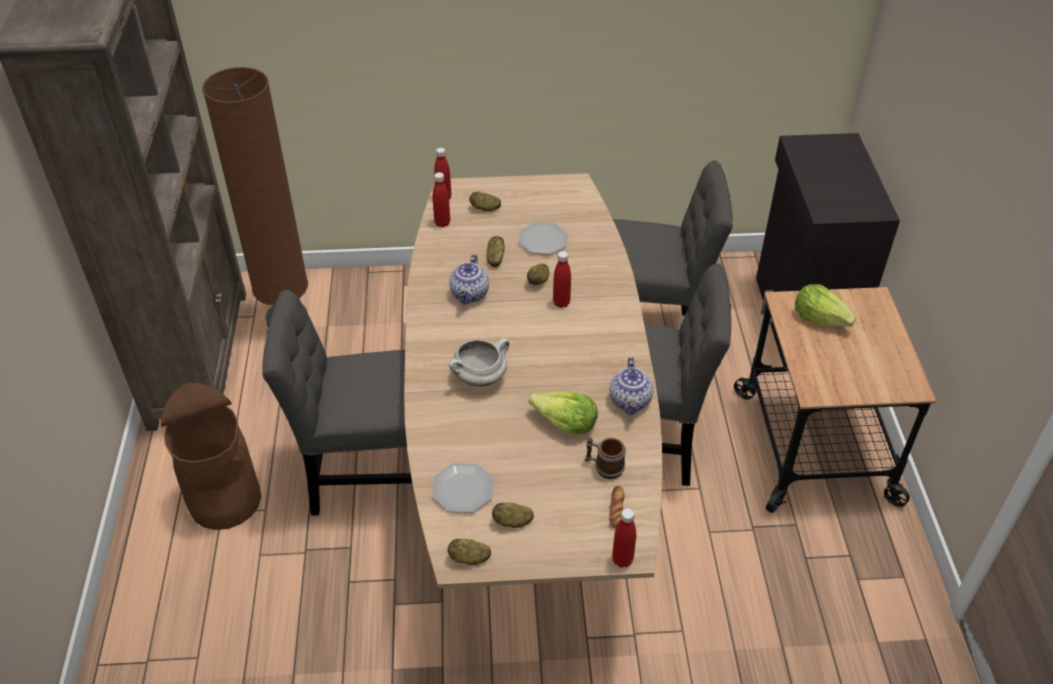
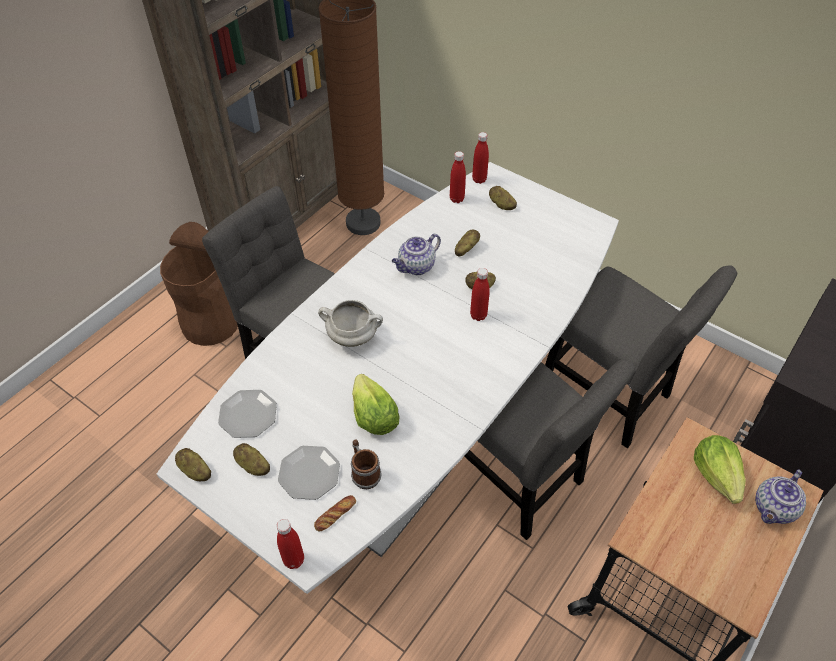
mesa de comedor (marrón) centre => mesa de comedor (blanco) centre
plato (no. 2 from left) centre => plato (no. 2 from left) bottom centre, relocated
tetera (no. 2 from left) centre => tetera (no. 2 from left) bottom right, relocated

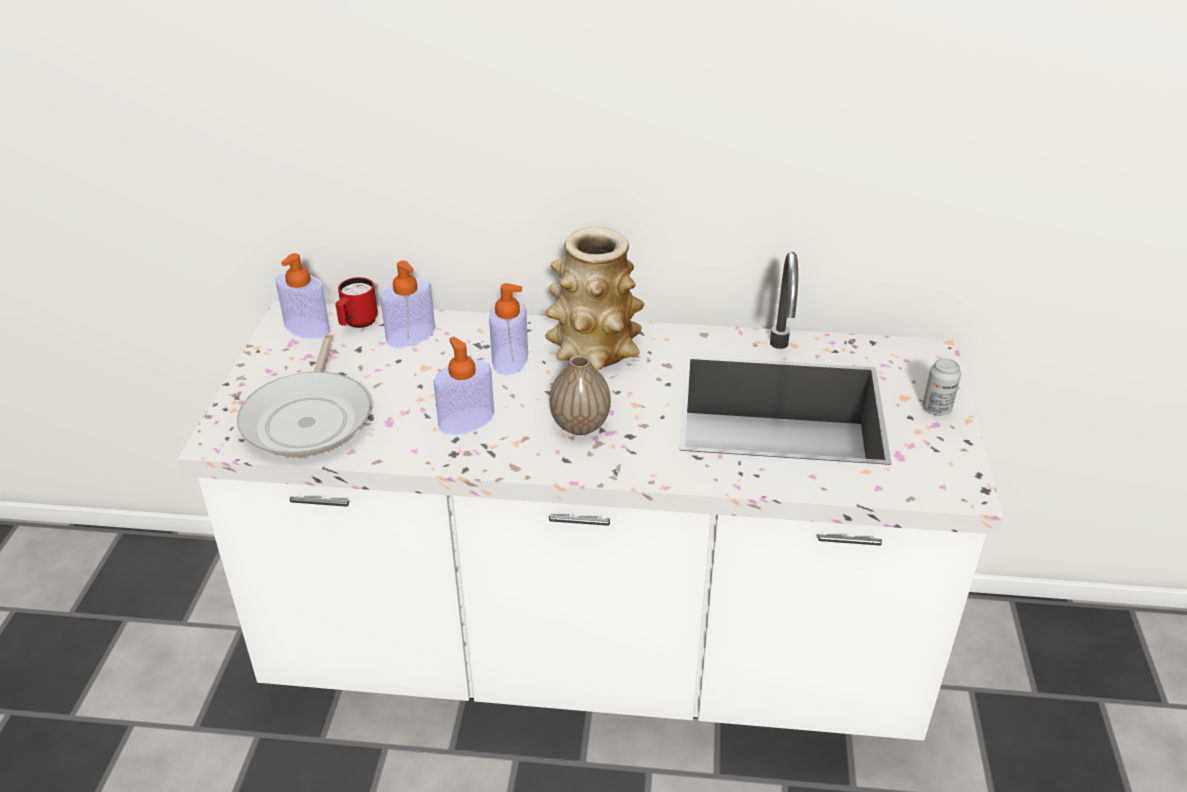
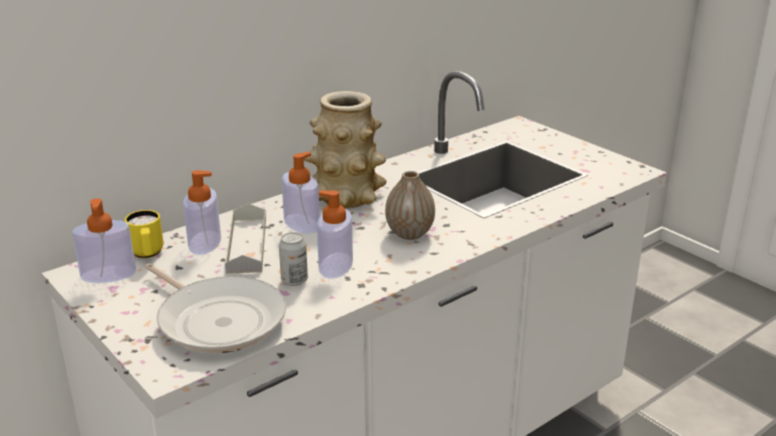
taza grande (rojo) middle left => taza grande (amarillo) middle left
lata middle right => lata centre, relocated
nothing => bandeja (gris) middle left

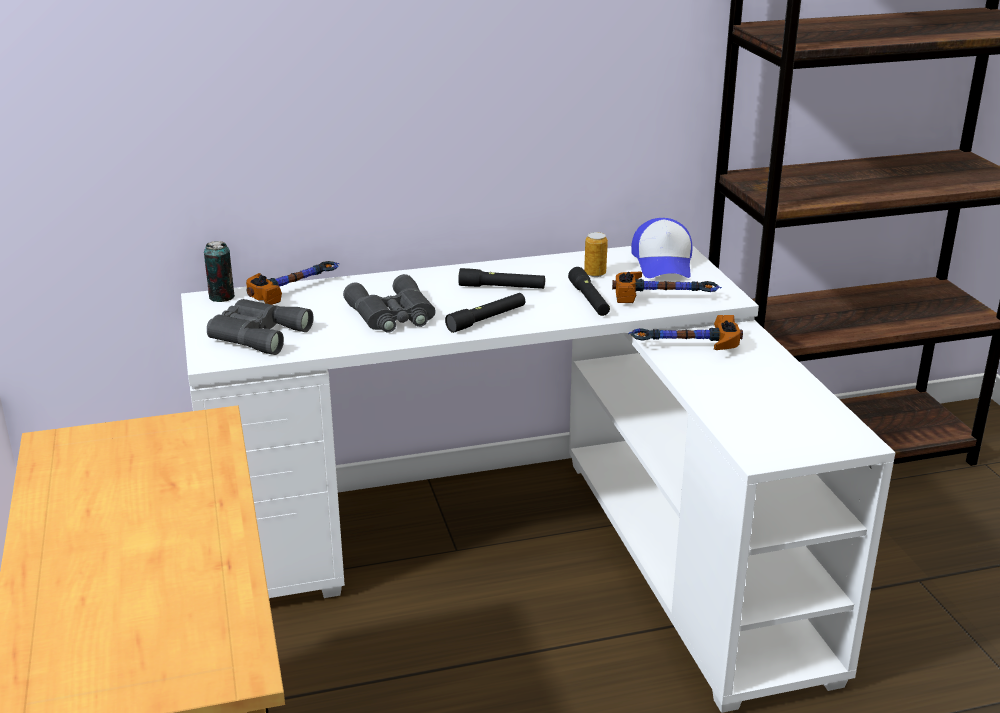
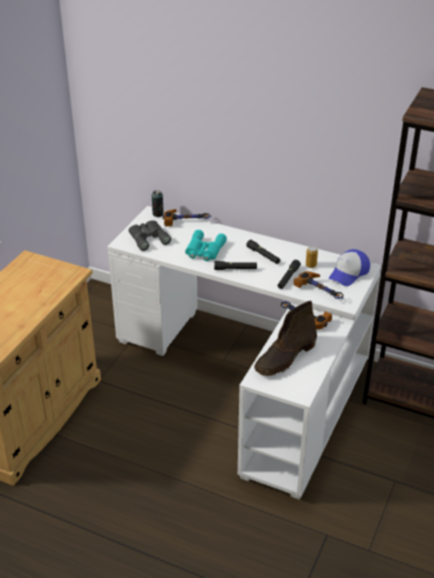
prismáticos (gris) (no. 2 from left) centre => prismáticos (turquesa) centre
nothing => bota (marrón) centre

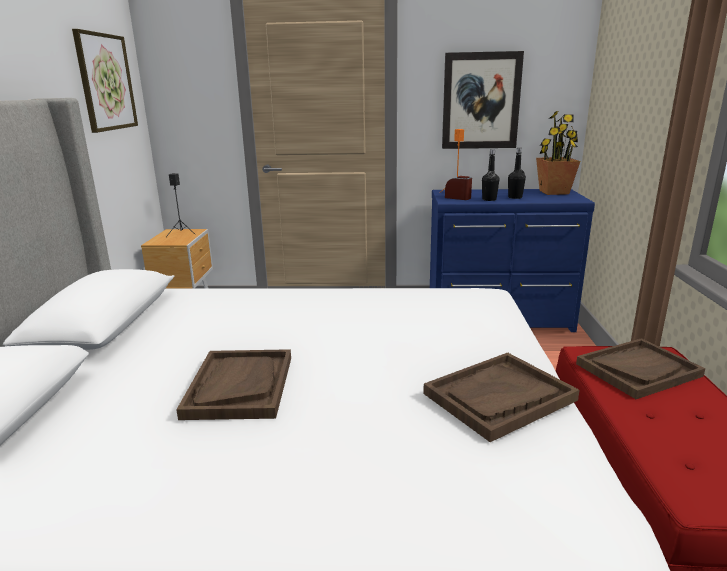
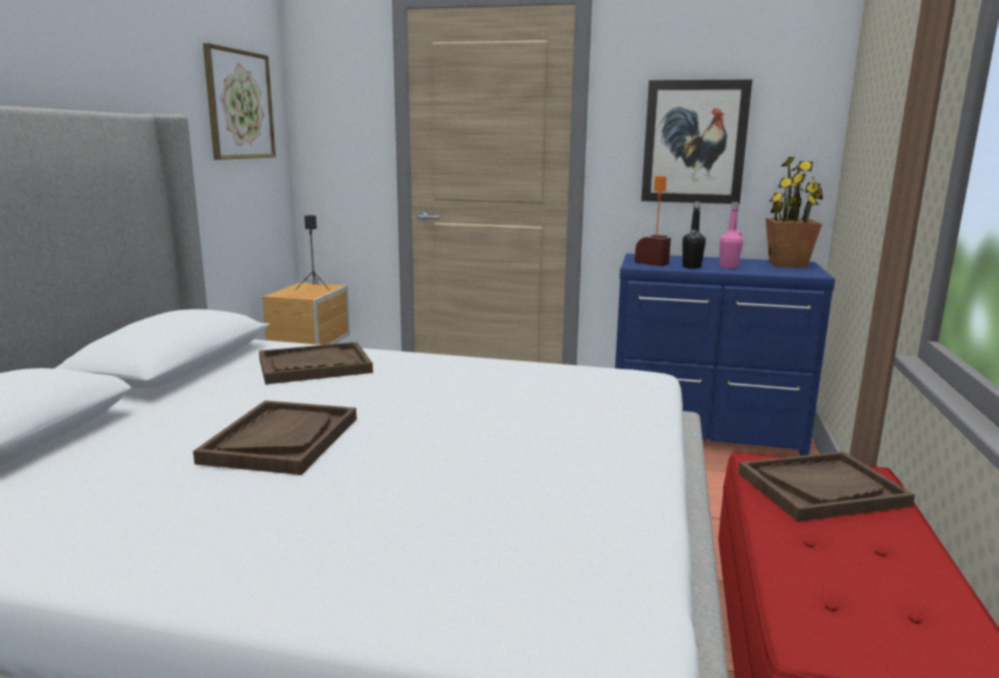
bandeja (marrón) (no. 2 from left) bottom right => bandeja (marrón) (no. 2 from left) middle left, relocated
botella (negro) (no. 2 from left) top right => botella (rosa) middle right

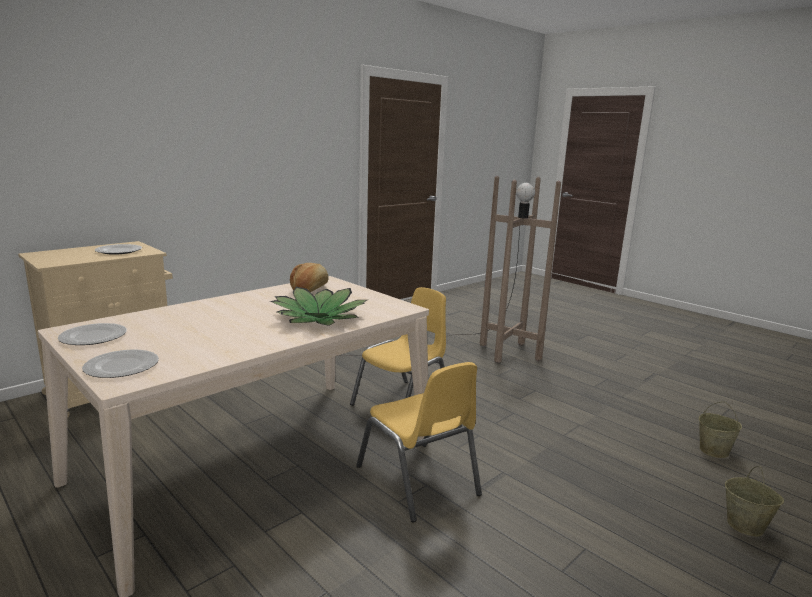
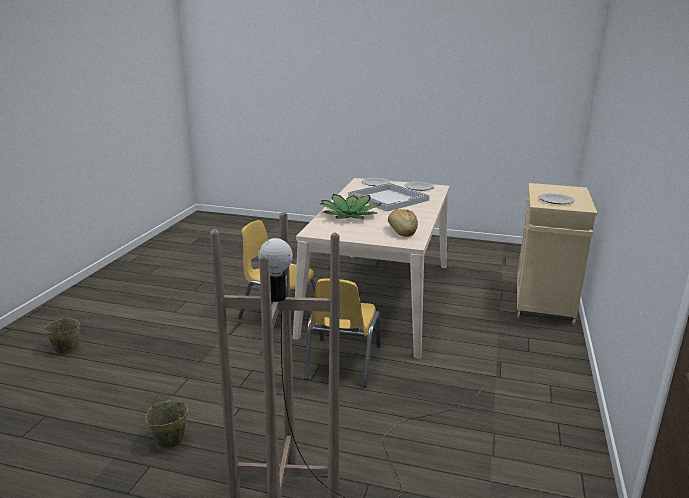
cubo (beis) (no. 1 from left in the first image) bottom right => cubo (beis) (no. 2 from left) bottom left, relocated
nothing => bandeja (blanco) centre

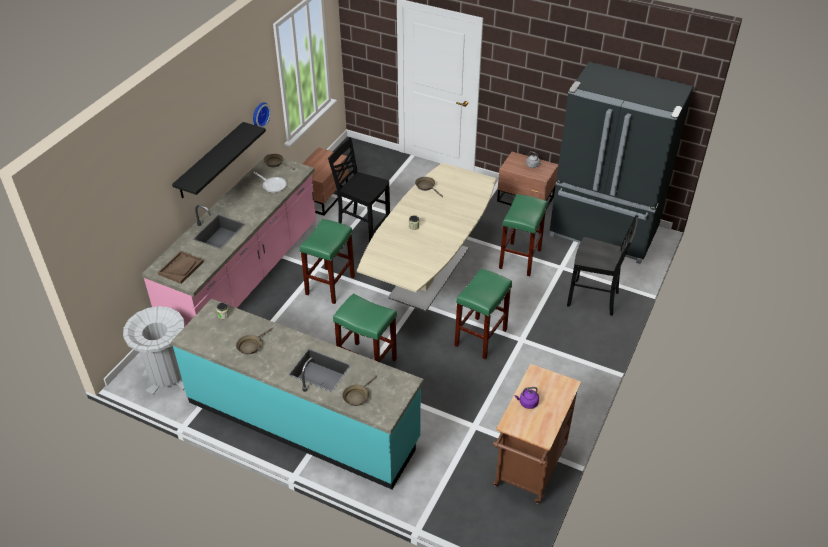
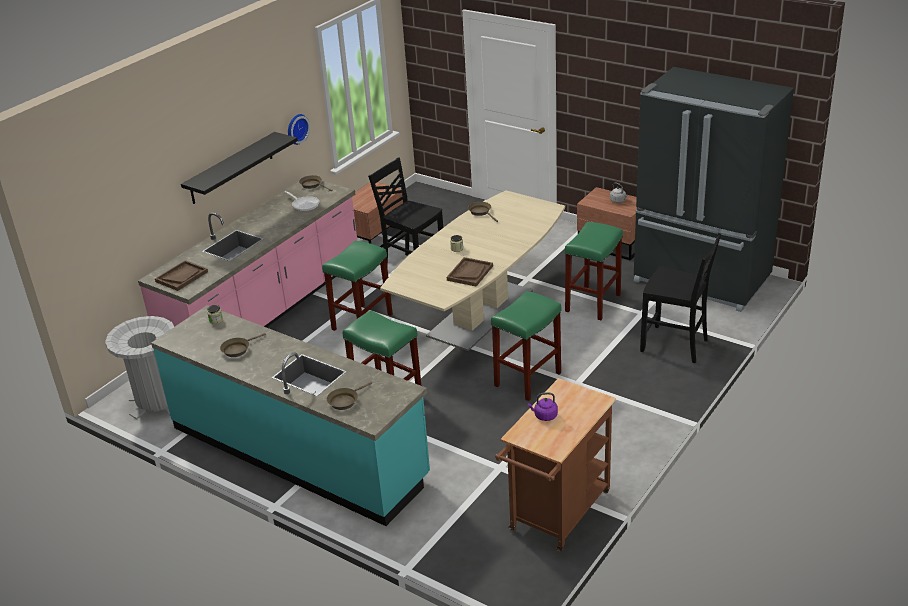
nothing => bandeja (marrón) (no. 2 from left) centre

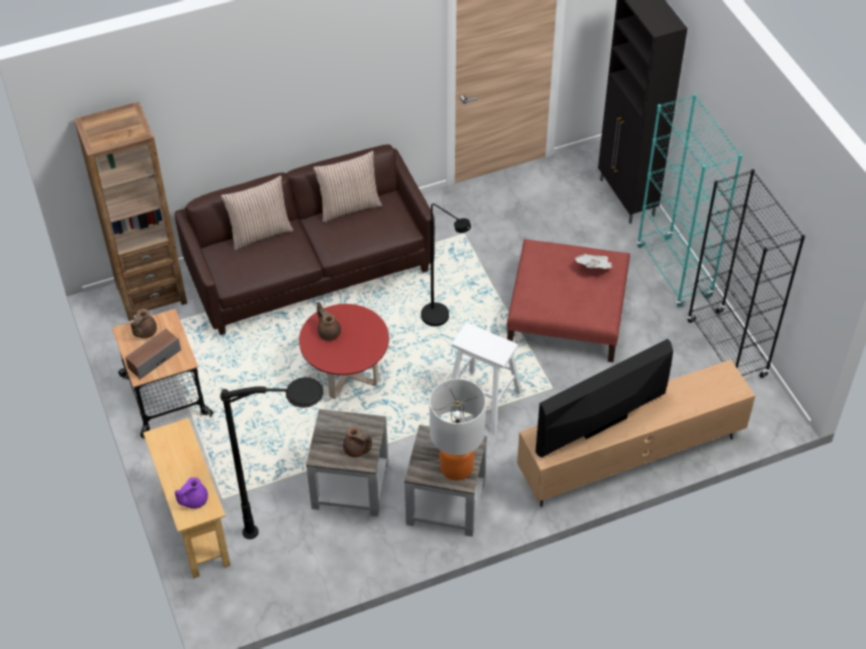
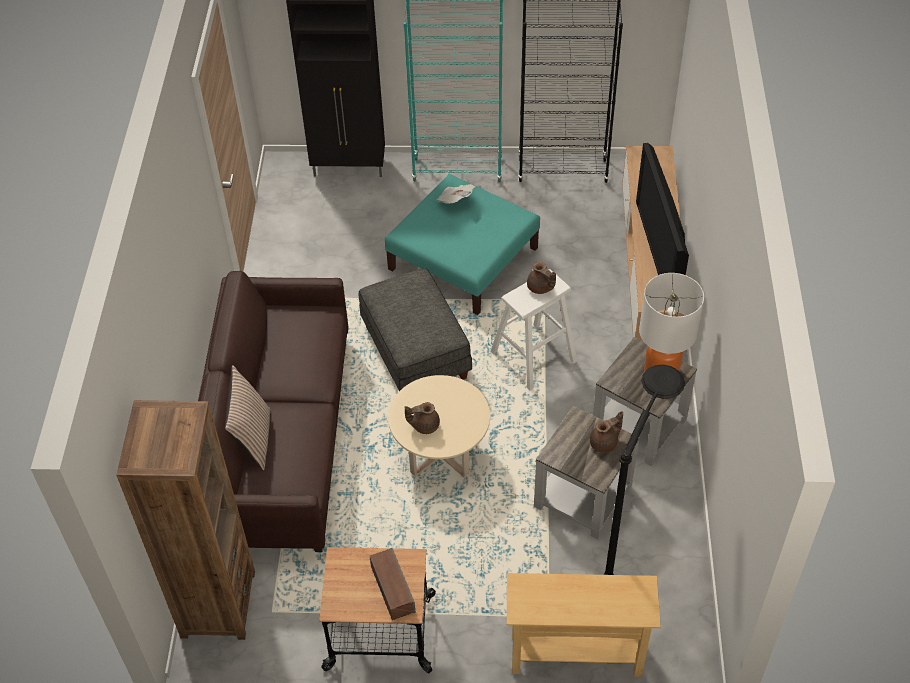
tetera (marrón) (no. 1 from left in the first image) middle left => tetera (marrón) (no. 2 from left) centre, relocated
tetera (morado) bottom left => nothing
mesa de centro (rojo) centre => mesa de centro (beis) centre
cojín (no. 2 from left) top centre => nothing
lámpara de pie (negro) (no. 2 from left) centre => puf (gris) centre
puf (rojo) centre => puf (turquesa) centre

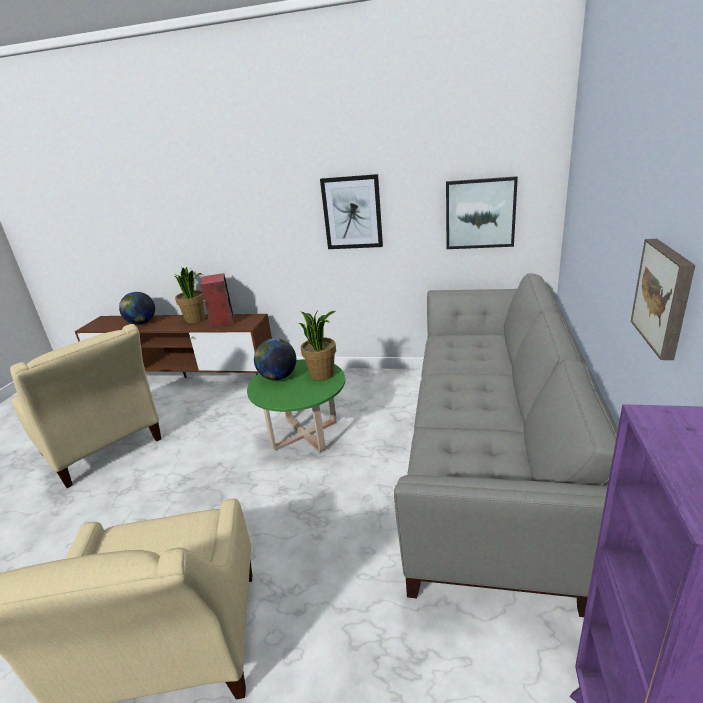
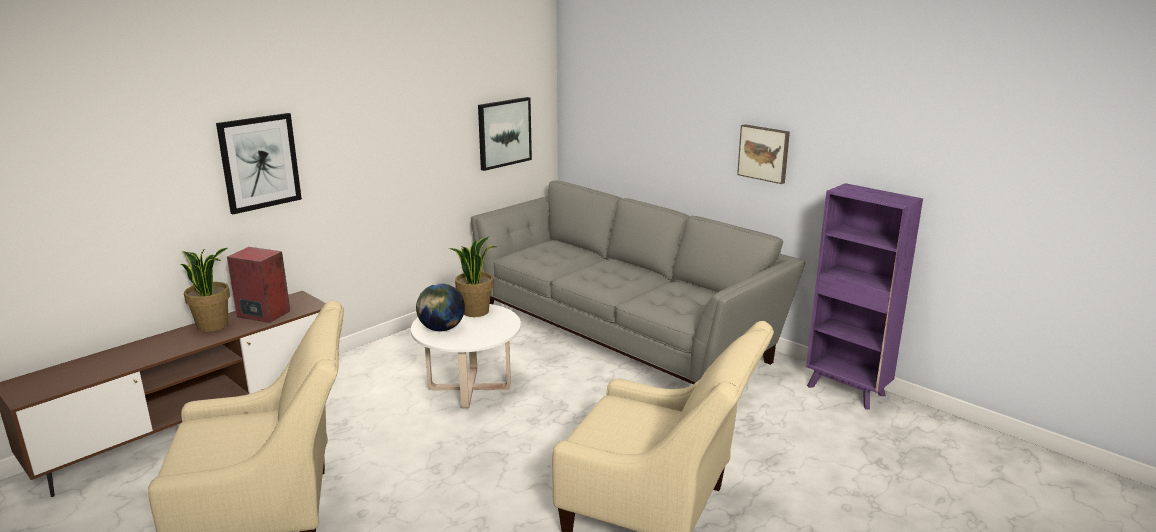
globo terráqueo (no. 1 from left) middle left => nothing
mesa de centro (verde) centre => mesa de centro (blanco) bottom centre
cuadro (no. 1 from left) top centre => cuadro (no. 1 from left) top left, relocated

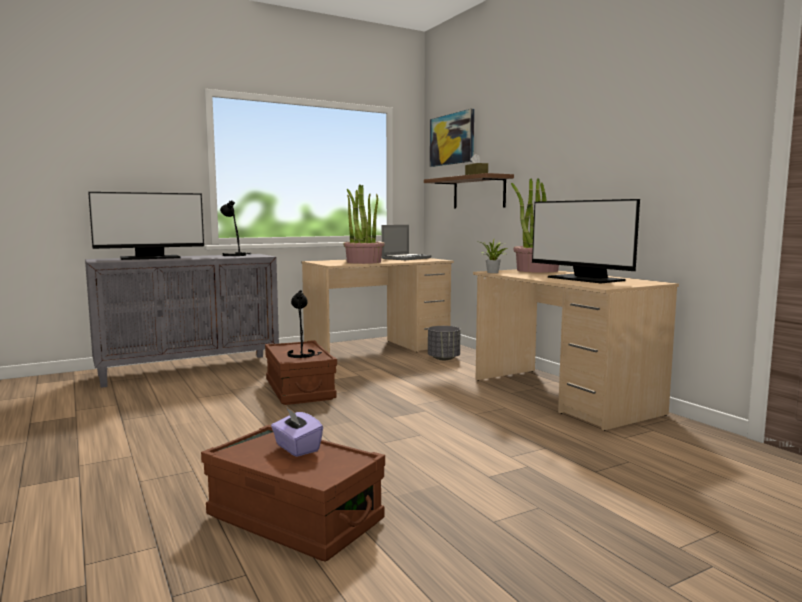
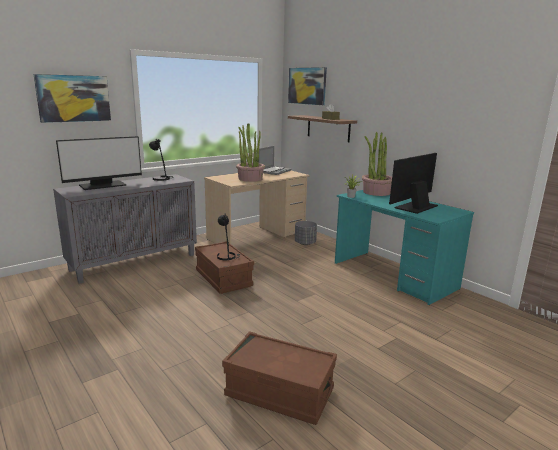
caja de pañuelos (morado) bottom centre => nothing
escritorio (beis) (no. 2 from left) middle right => escritorio (turquesa) middle right
monitor (no. 2 from left) middle right, 90 degrees clockwise
nothing => cuadro (no. 1 from left) top left

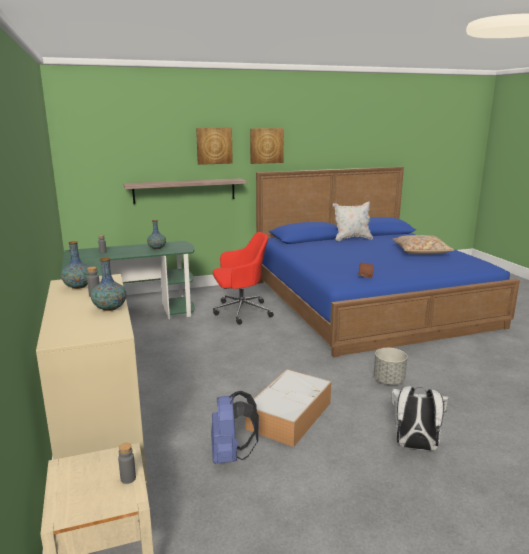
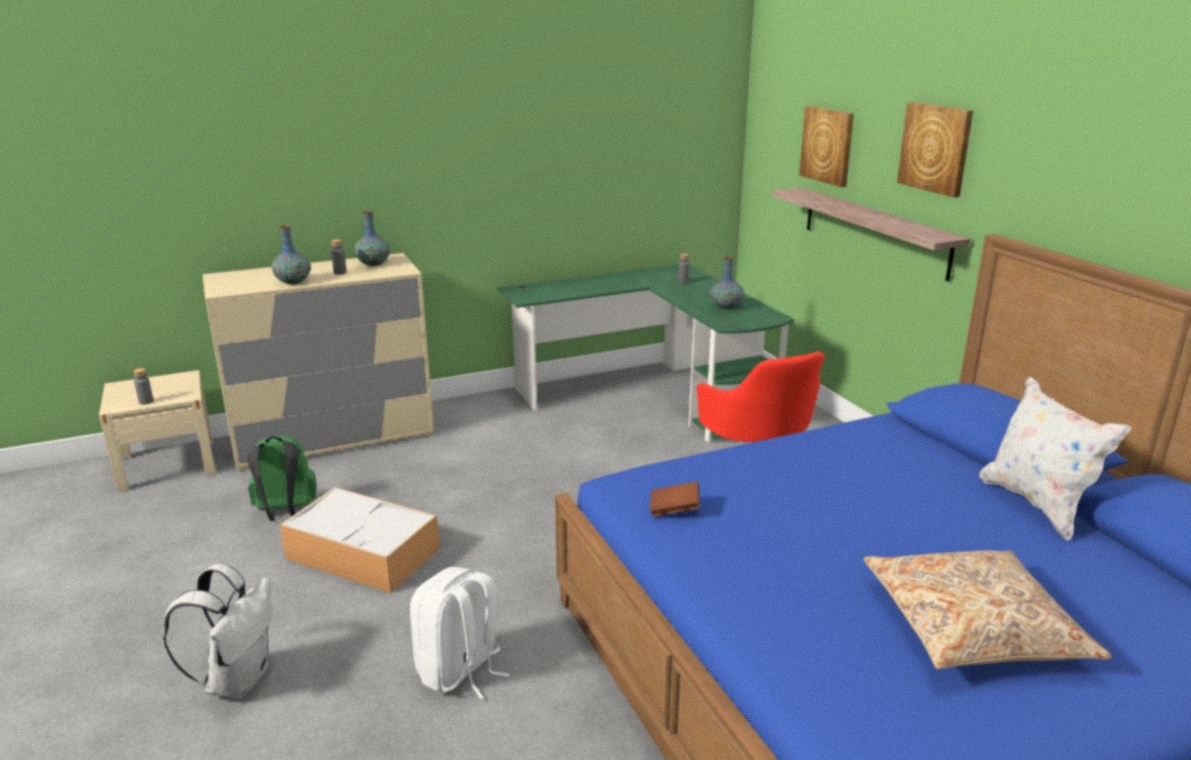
mochila (azul) bottom centre => mochila (verde) middle left
cuadro (no. 2 from left in the first image) top centre => cuadro (no. 1 from left) top right, relocated
maceta (gris) middle right => mochila (blanco) (no. 2 from left) bottom centre

